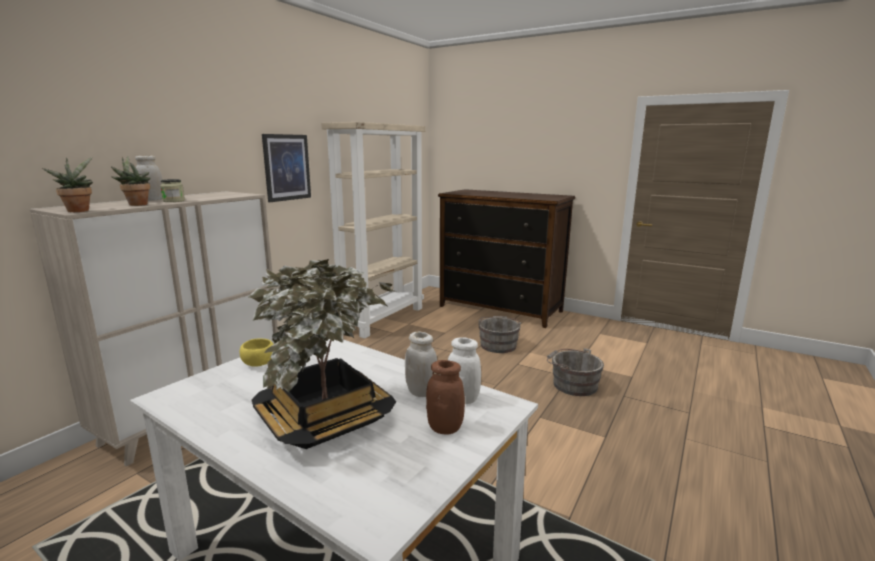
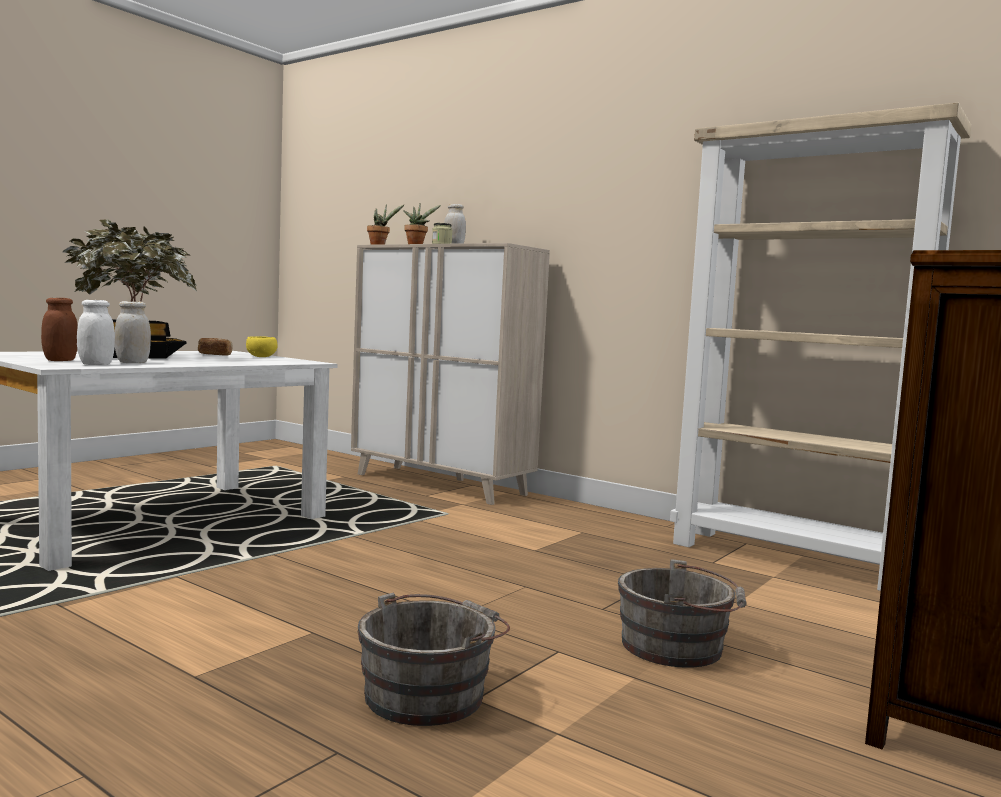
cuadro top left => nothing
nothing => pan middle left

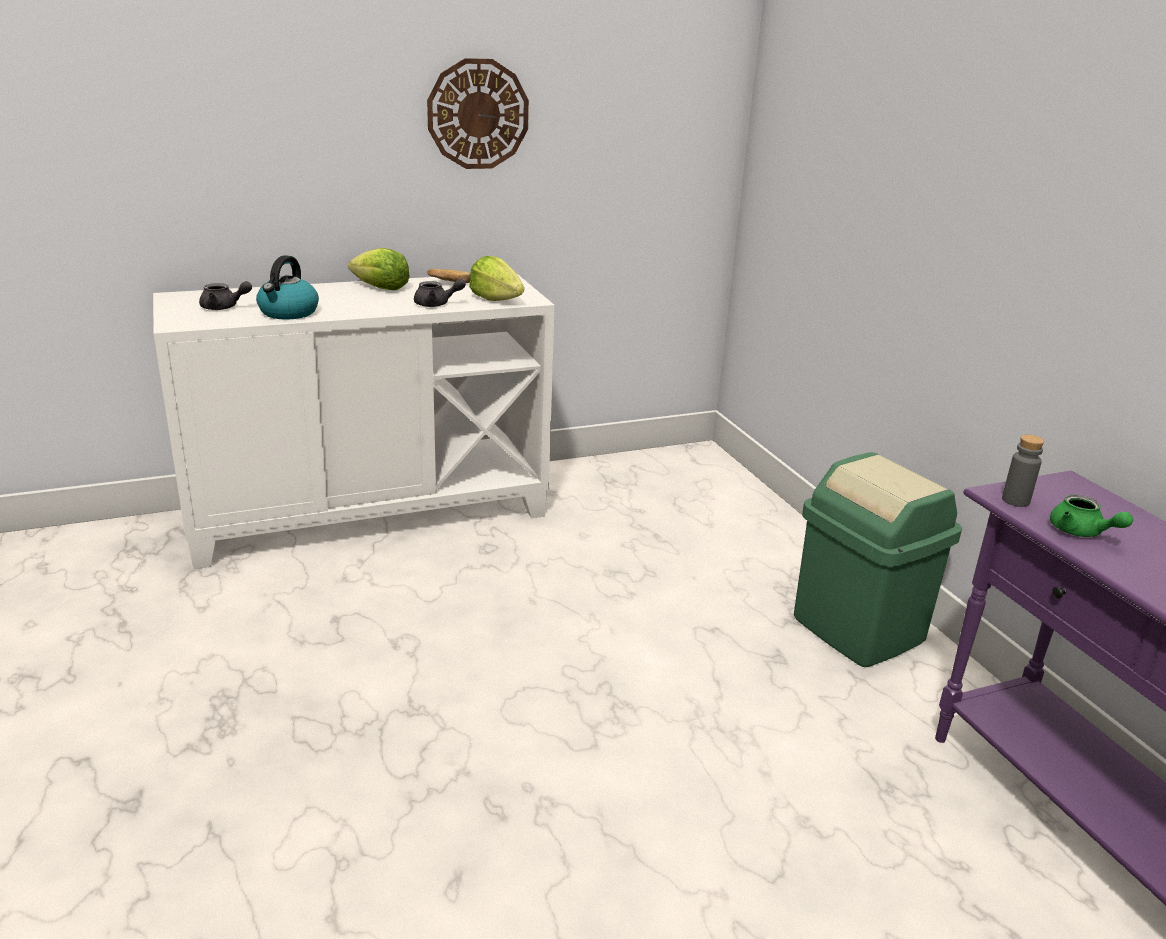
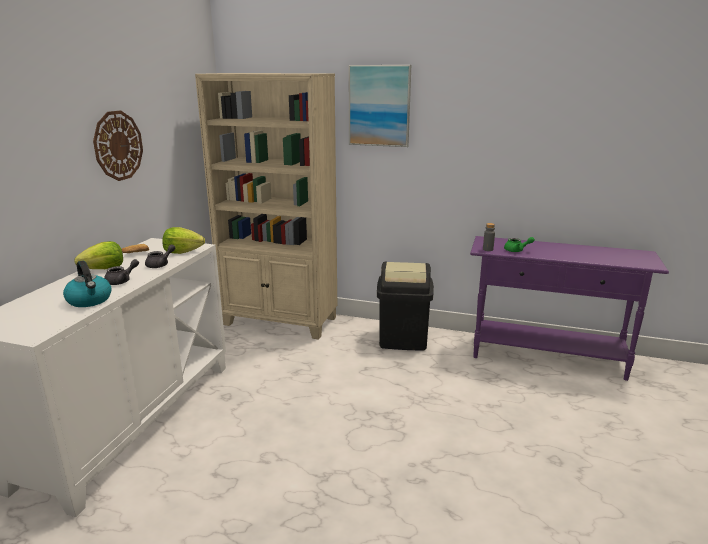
tetera (gris) (no. 1 from left) top left => tetera (gris) (no. 1 from left) middle left, relocated
papelera (verde) middle right => papelera (negro) centre
nothing => estantería (beis) centre
nothing => cuadro top centre

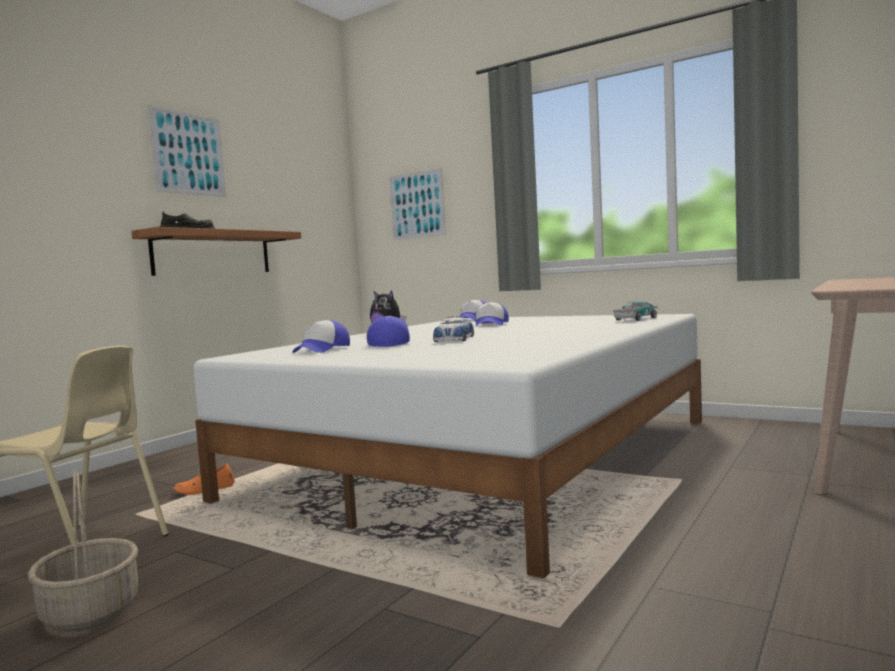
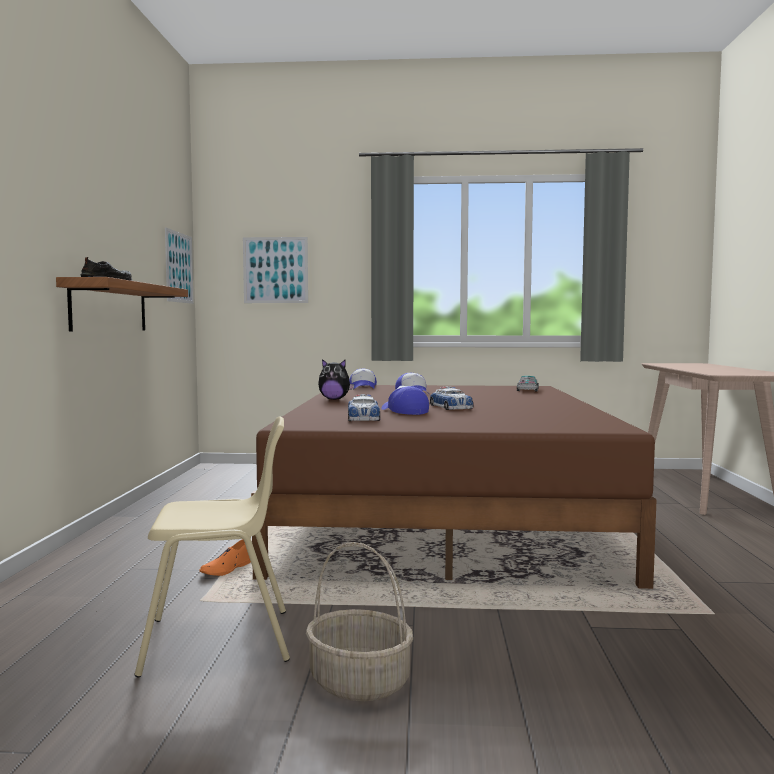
cuadro (no. 1 from left) top left => cuadro (no. 1 from left) middle left, relocated
cama (blanco) centre => cama (marrón) centre
gorra (no. 1 from left) centre => coche de juguete (no. 1 from left) centre

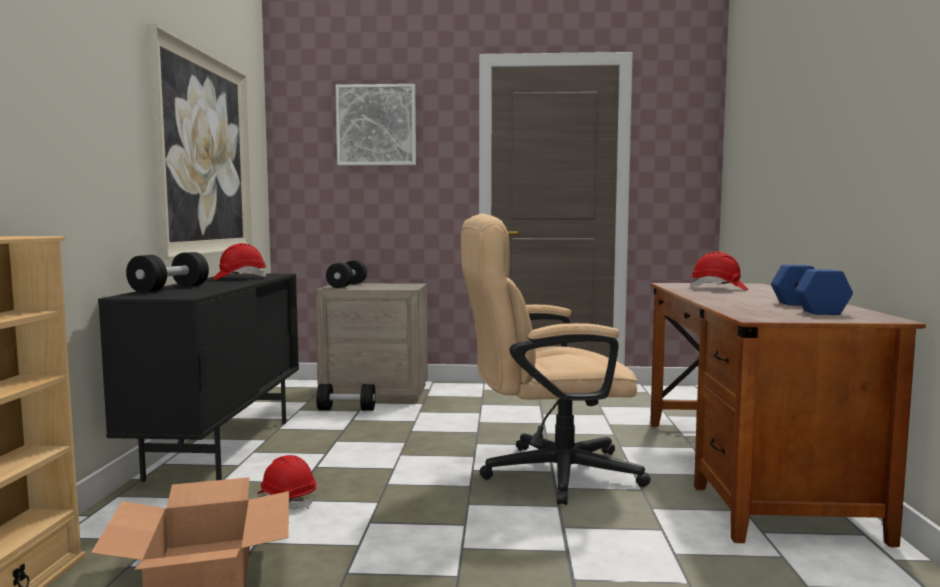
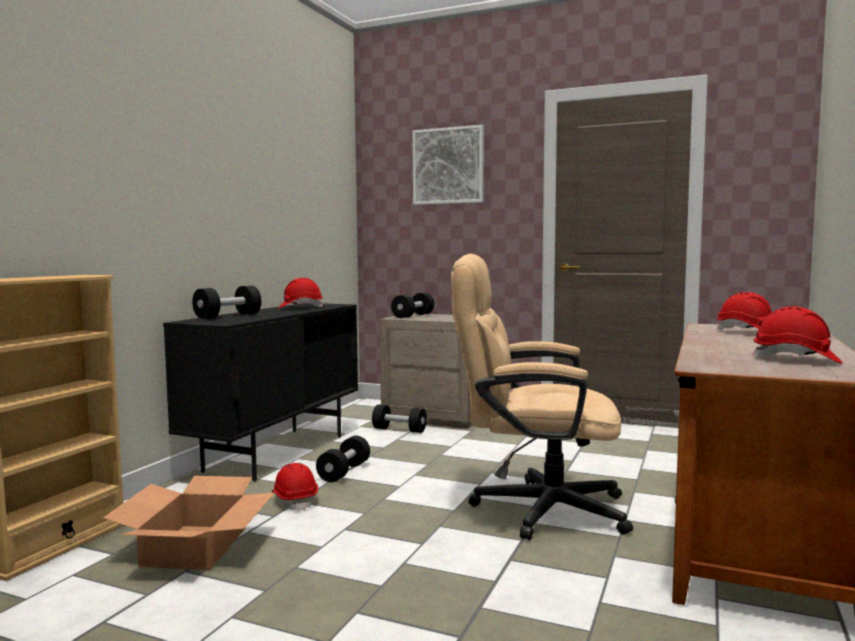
cuadro (no. 1 from left) top left => nothing
mancuerna (azul) middle right => casco (rojo) (no. 4 from left) middle right
nothing => mancuerna (negro) (no. 2 from left) bottom centre

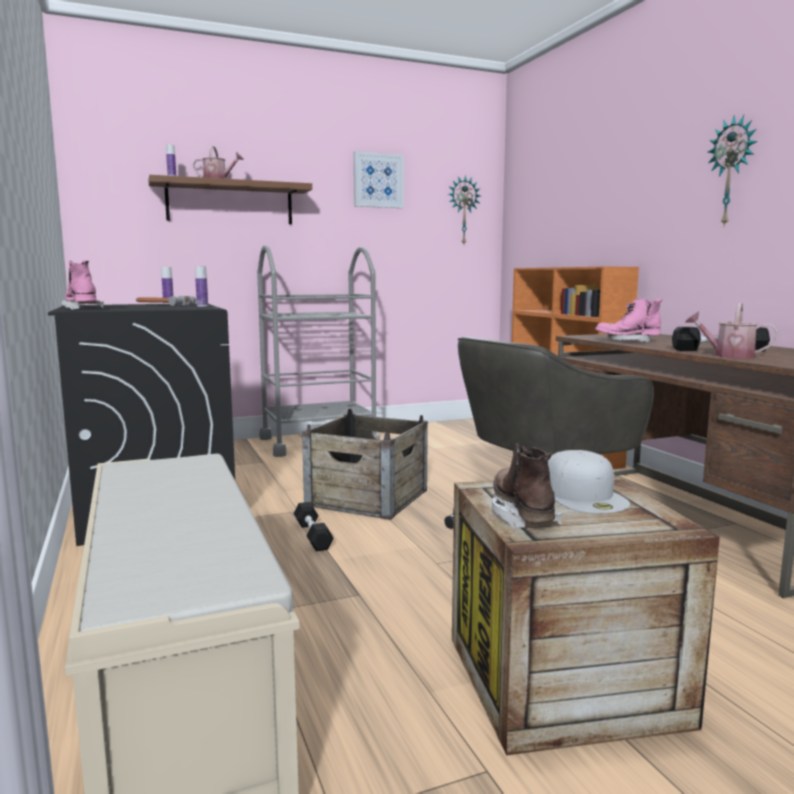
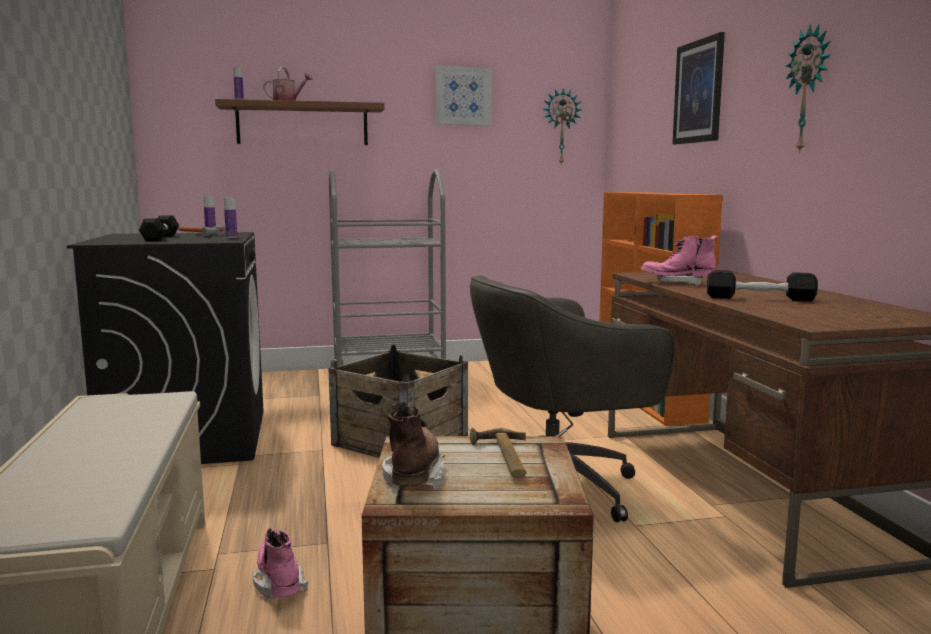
bota (rosa) (no. 1 from left) middle left => bota (rosa) (no. 1 from left) bottom left, relocated
mancuerna (negro) (no. 1 from left) centre => mancuerna (negro) (no. 1 from left) middle left, relocated
gorra (blanco) middle right => martillo (no. 2 from left) bottom centre
regadera (no. 2 from left) middle right => nothing
nothing => cuadro (no. 2 from left) top right

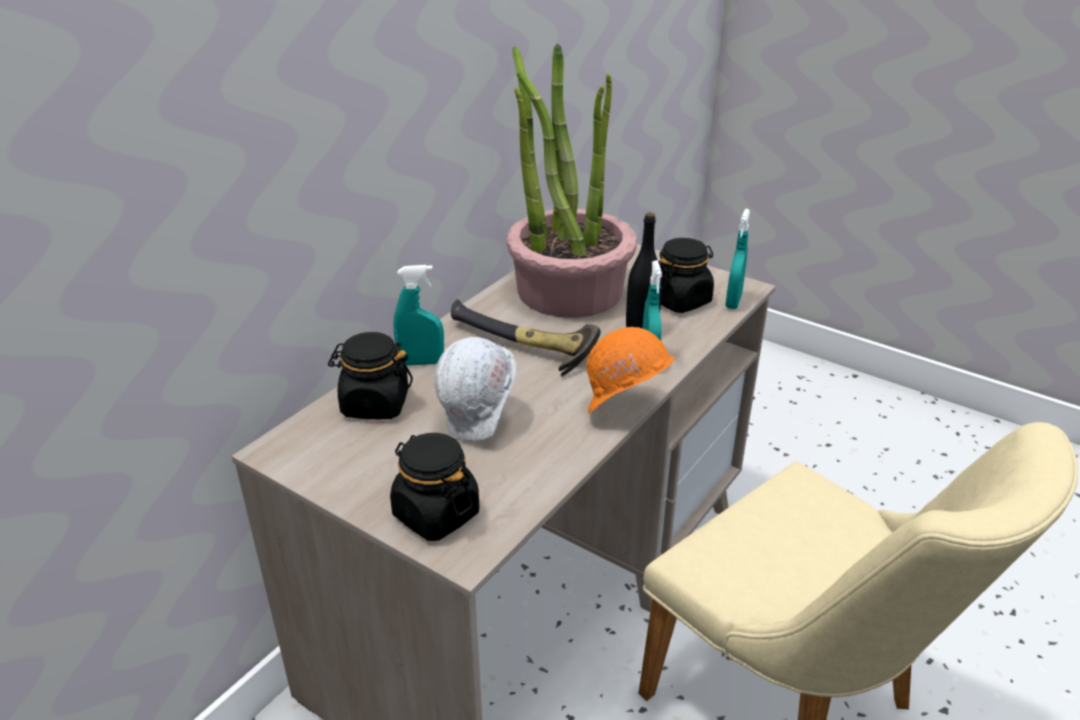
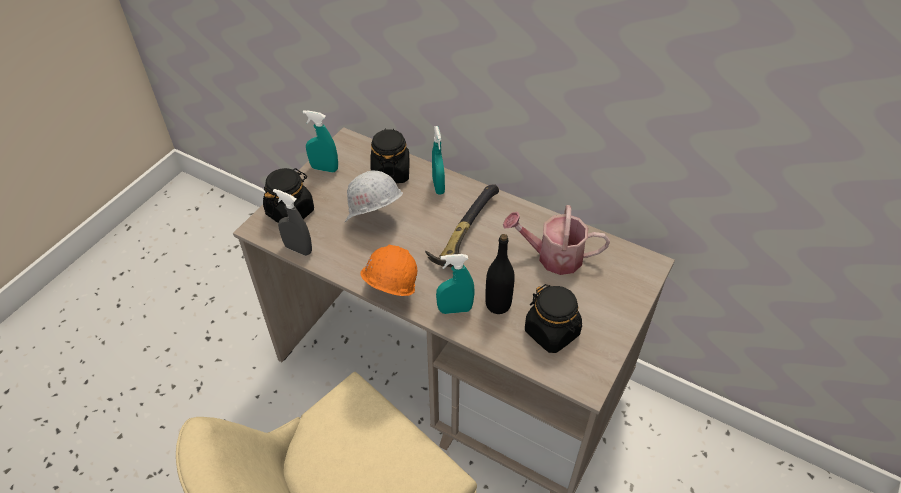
planta en maceta top centre => regadera centre
pulverizador (turquesa) (no. 3 from left in the first image) middle right => pulverizador (turquesa) (no. 1 from left) top centre, relocated
nothing => pulverizador (gris) middle left

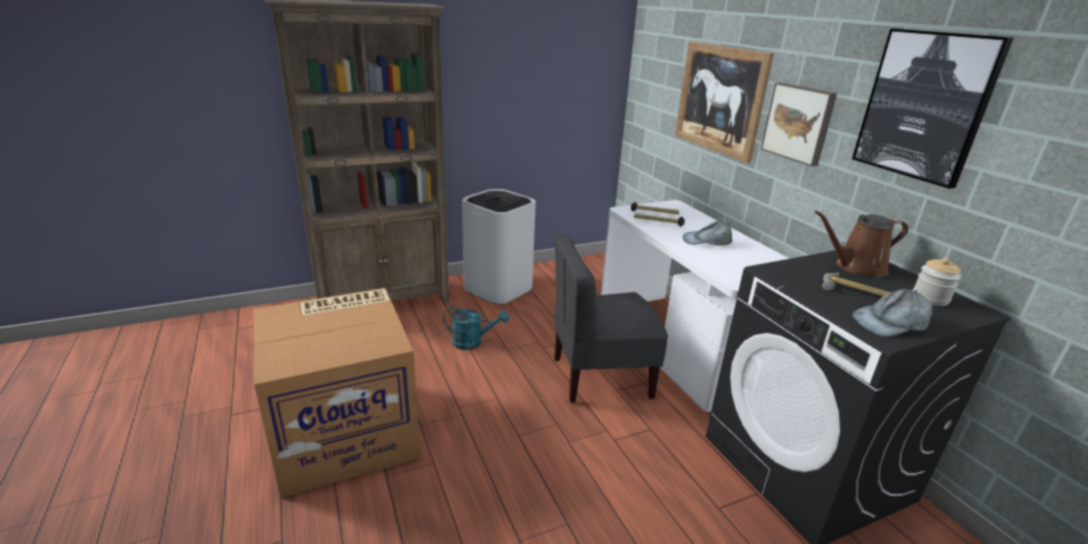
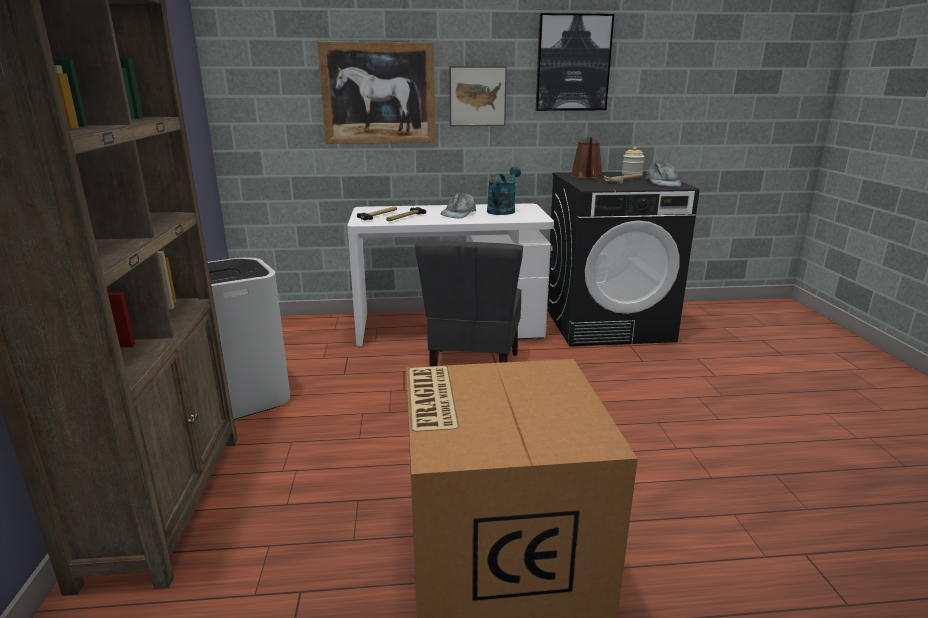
regadera (turquesa) centre => regadera (turquesa) top centre, relocated

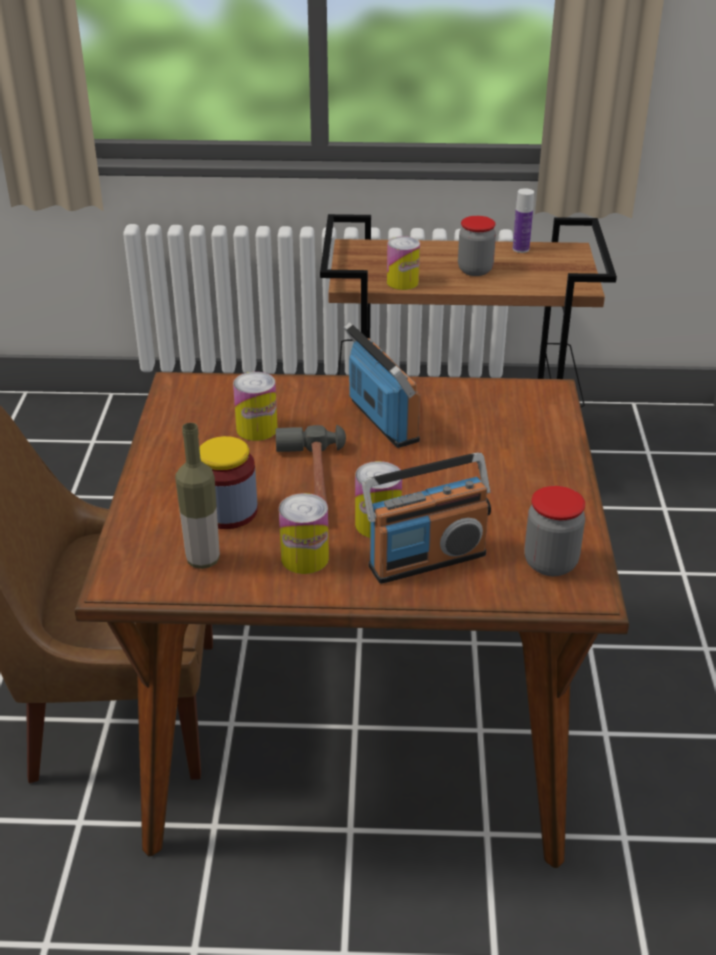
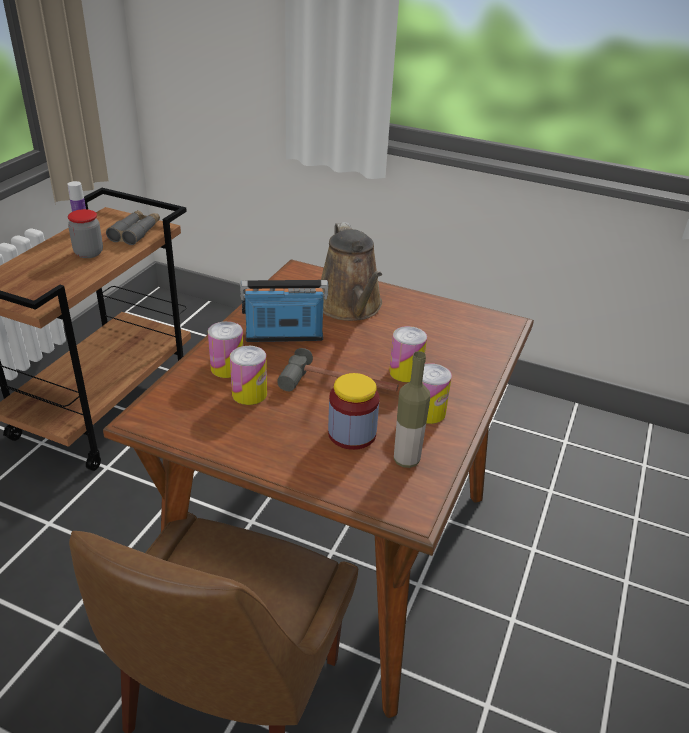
radio (no. 2 from left) centre => nothing
lata (no. 4 from left in the first image) top centre => lata (no. 1 from left) middle left, relocated
tarro (no. 3 from left) middle right => nothing
nothing => prismáticos (gris) top left
nothing => regadera (marrón) centre

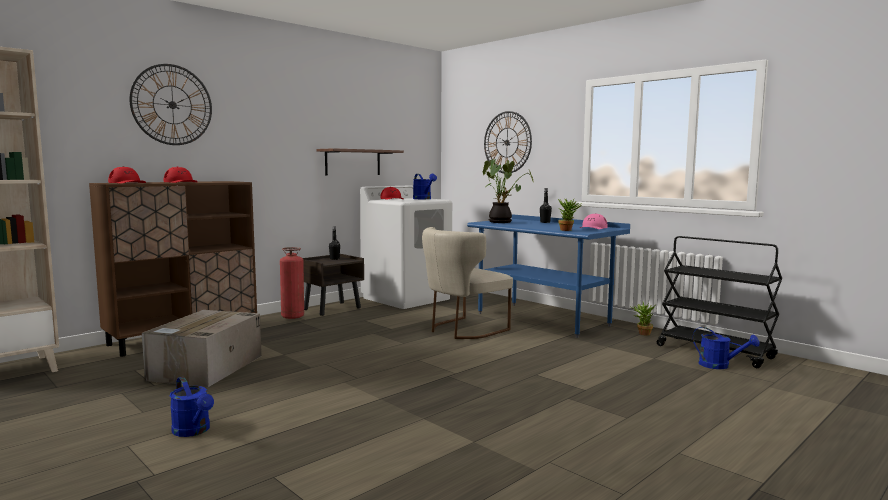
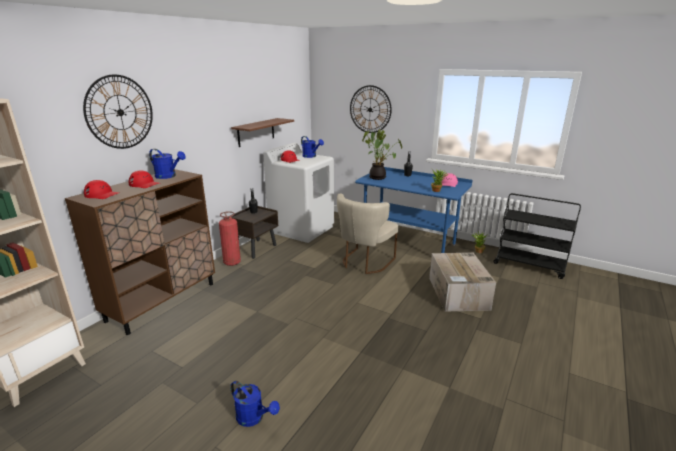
caja de cartón bottom left => caja de cartón middle right, relocated
regadera (azul) (no. 3 from left in the first image) bottom right => regadera (azul) (no. 1 from left) middle left, relocated

